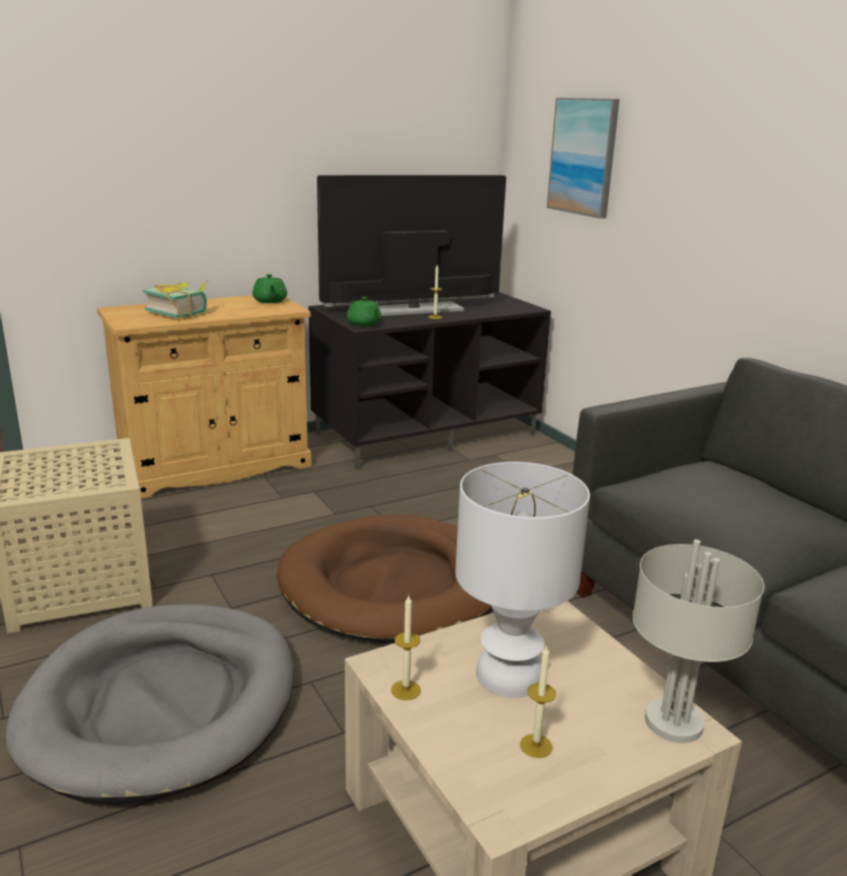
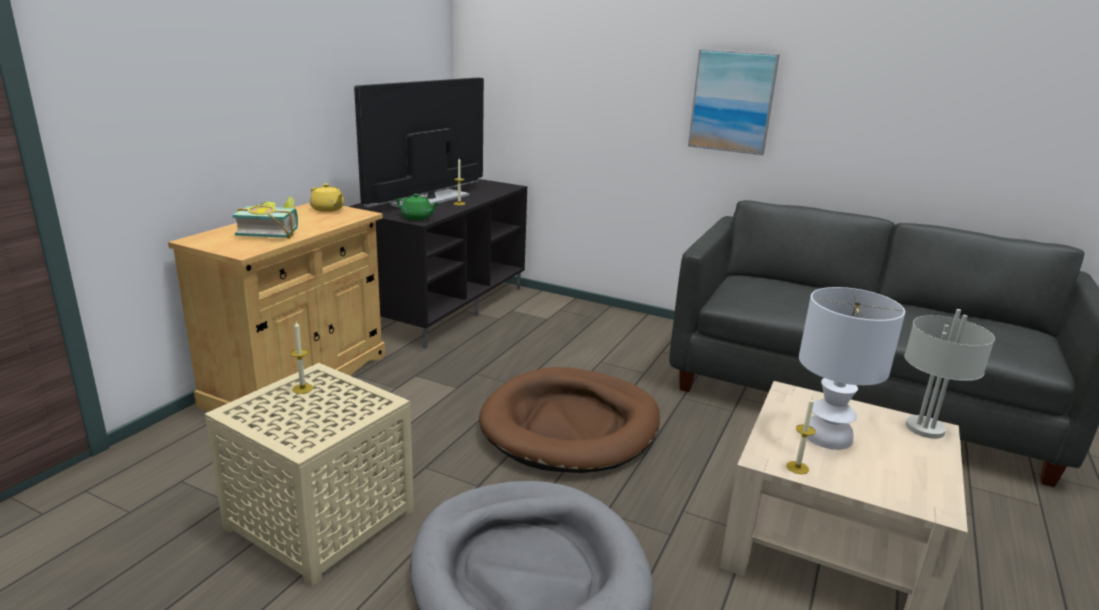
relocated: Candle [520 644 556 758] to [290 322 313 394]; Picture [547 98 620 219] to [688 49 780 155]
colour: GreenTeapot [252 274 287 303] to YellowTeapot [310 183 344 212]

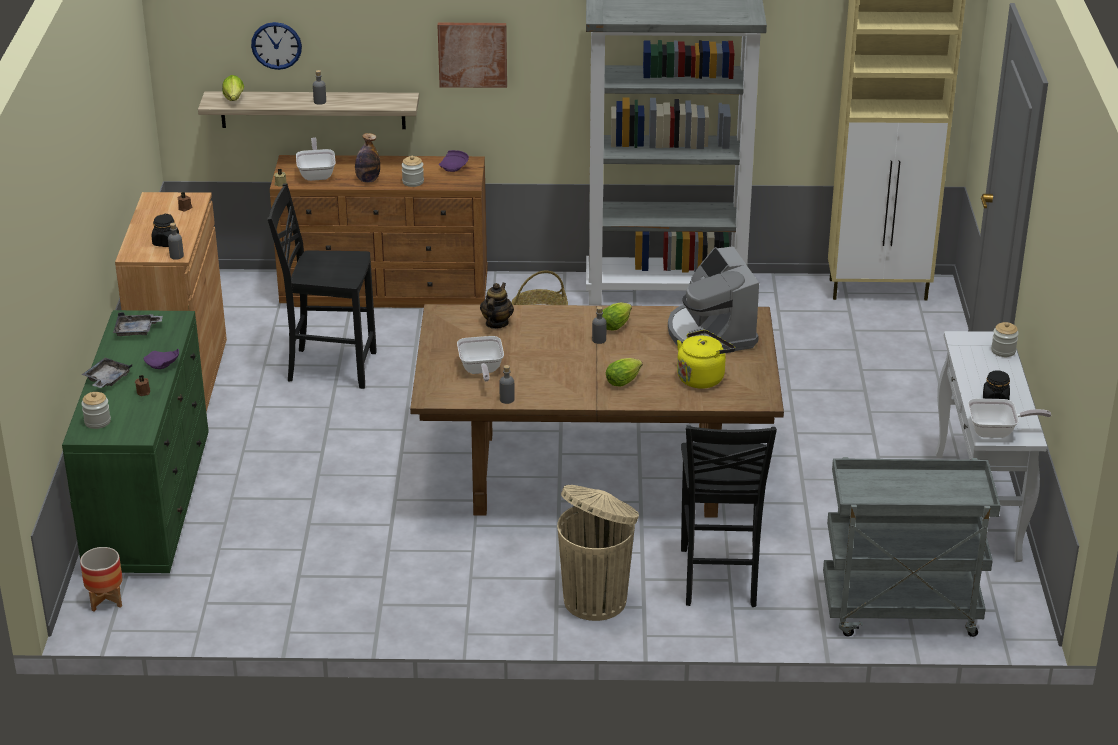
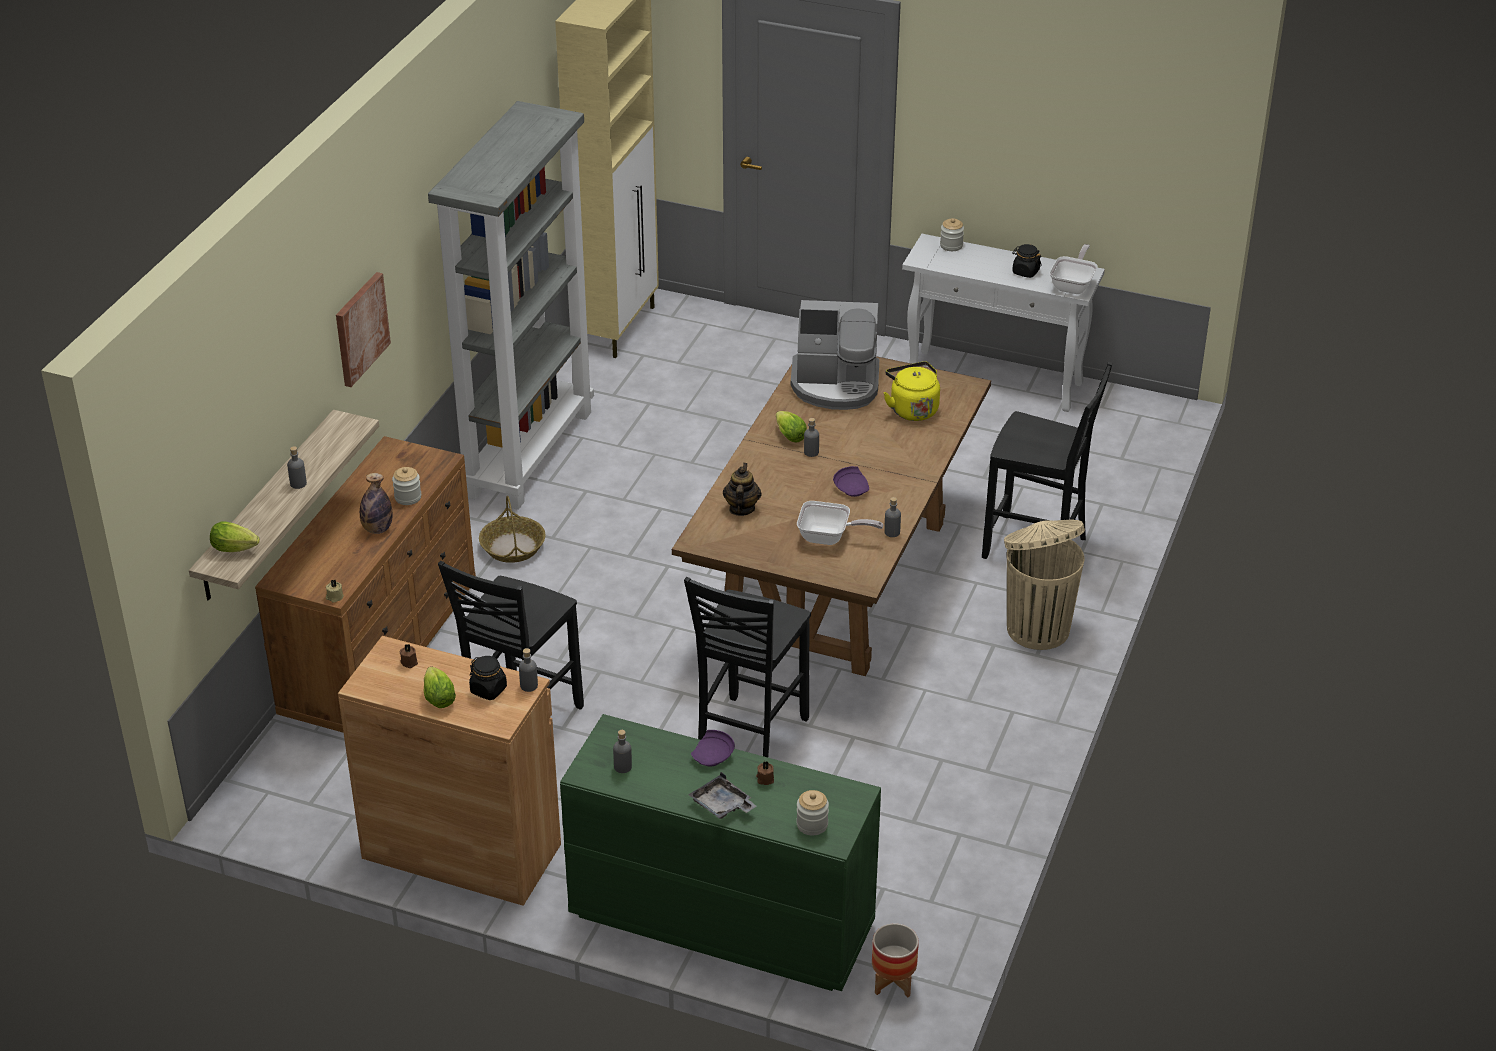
missing: WallClock [251 22 302 70]; FryingPan [296 138 336 181]; GreyCart [823 457 1001 637]
appeared: BlackChair [684 577 811 757]
relocated: Lettuce [606 358 642 386] to [424 667 456 708]; PurplePlate [439 150 469 172] to [833 466 869 497]
exchanged: GreyTray [113 312 163 336] to GreyBottle [613 730 632 773]
spun: Teapot [480 283 514 329] = [723 463 762 516] 60 degrees clockwise

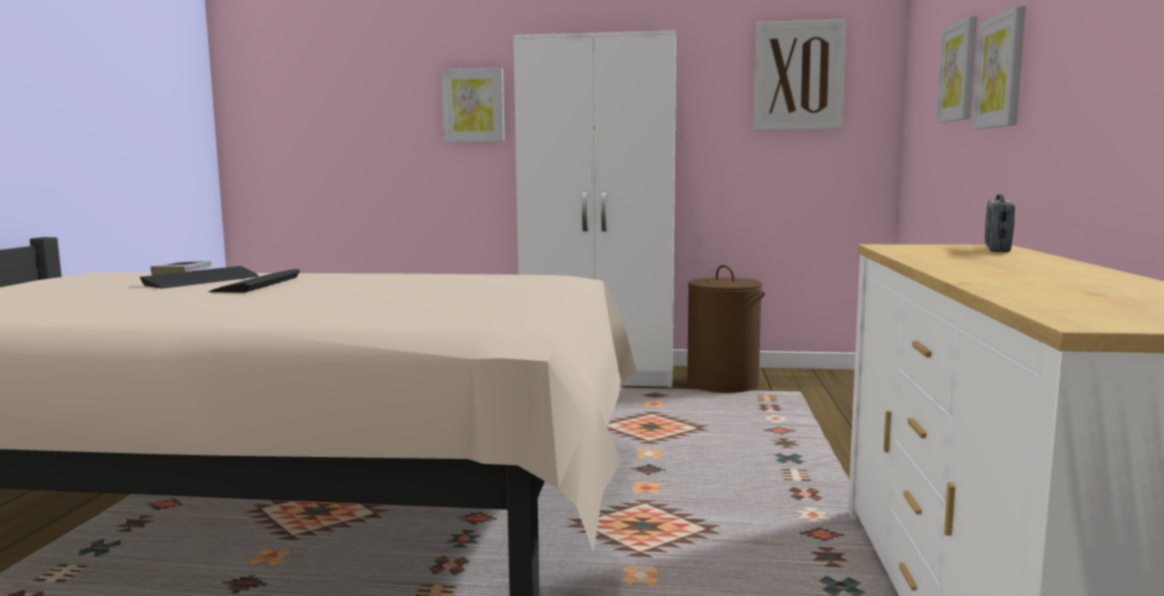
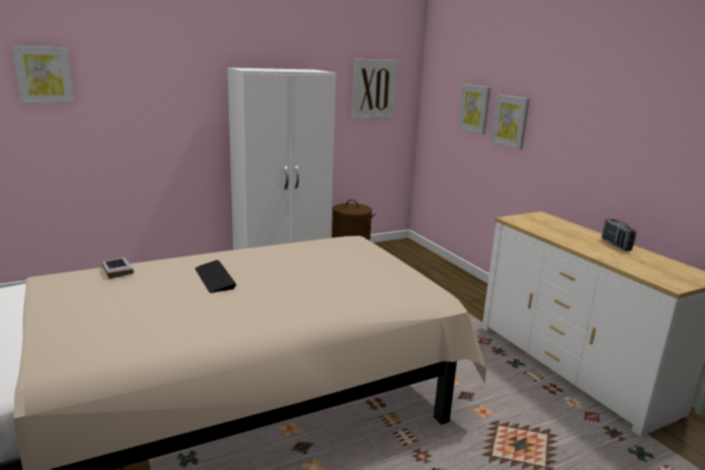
missing: Keyboard [140 266 259 289]
relocated: Picture [441 68 505 142] to [12 46 74 103]; Radio [985 194 1015 252] to [602 219 636 251]

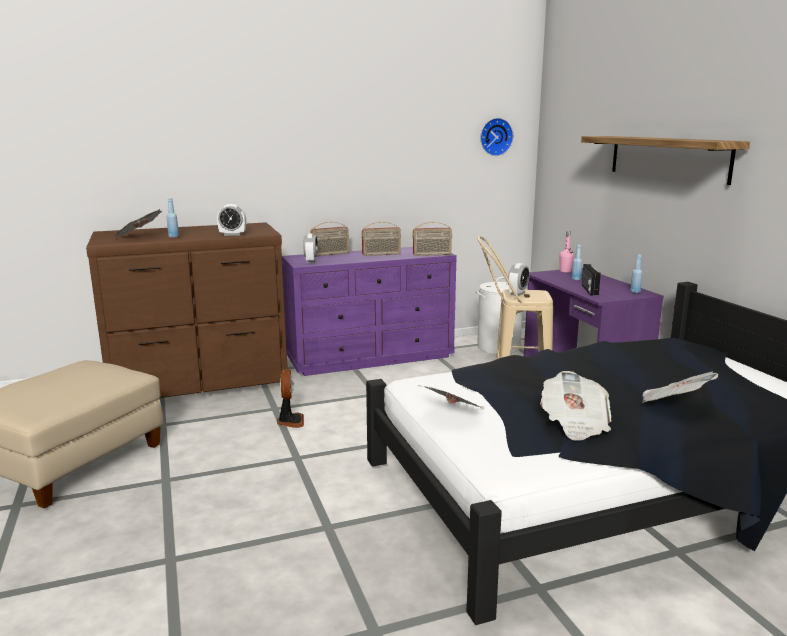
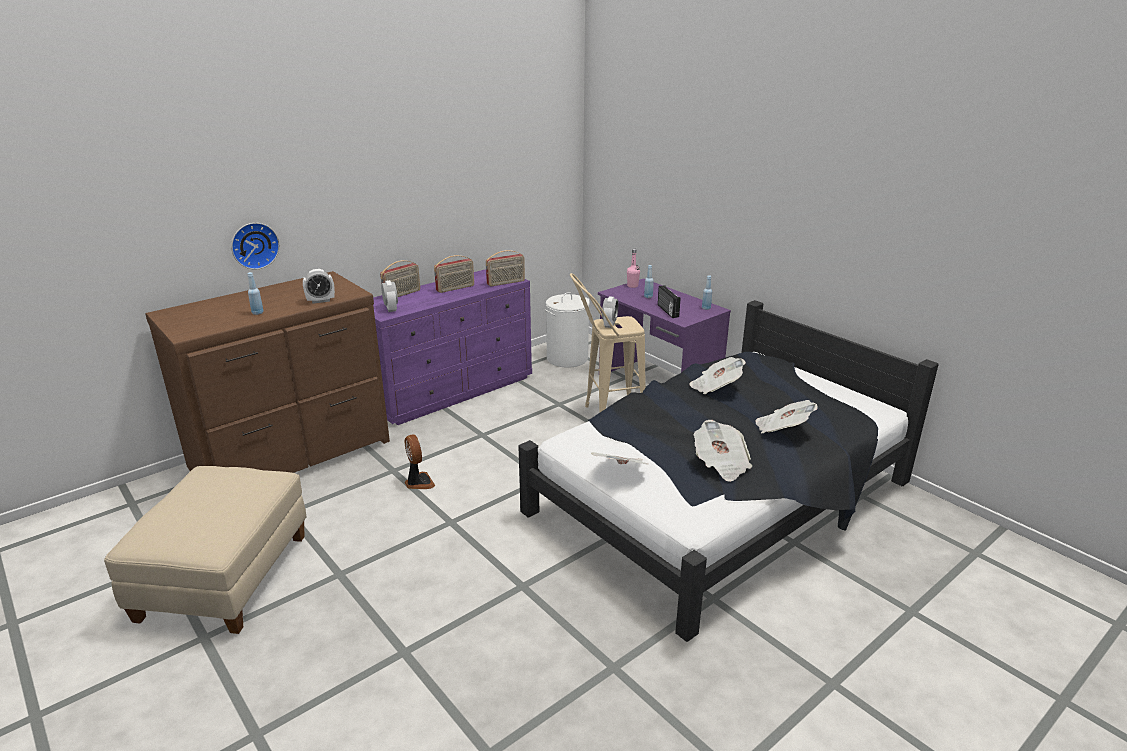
missing: Shelf [581 136 750 185]
relocated: WallClock [480 118 513 156] to [231 223 280 269]; Newspaper [114 209 162 237] to [689 357 746 394]

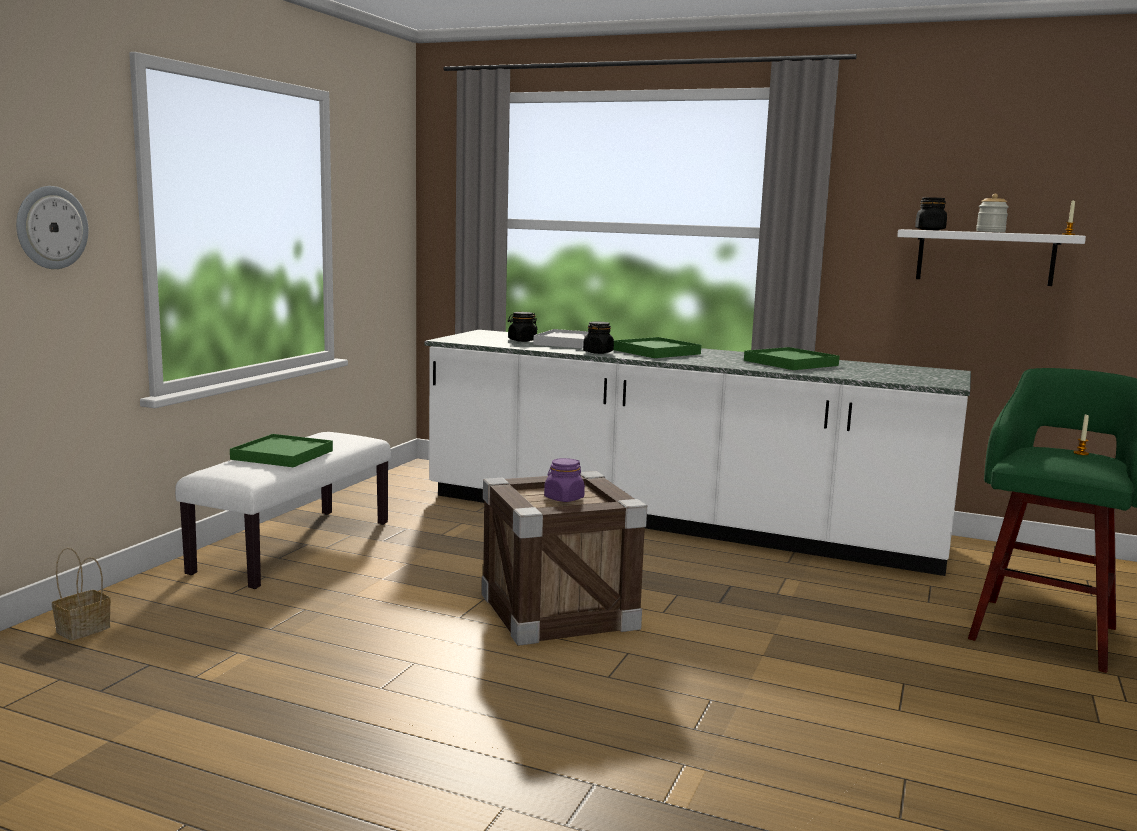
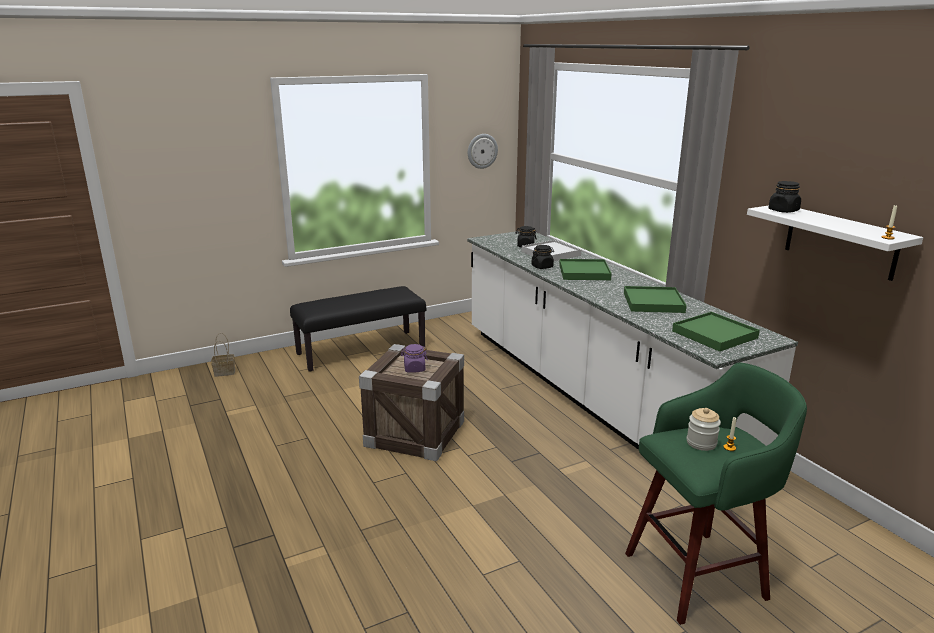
relocated: WallClock [16 186 89 269] to [468 134 498 169]; GreenTray [230 434 333 467] to [672 312 760 352]; Jar [976 194 1009 232] to [687 408 721 451]
colour: WhiteBench [175 432 391 589] to BlackBench [290 286 426 372]

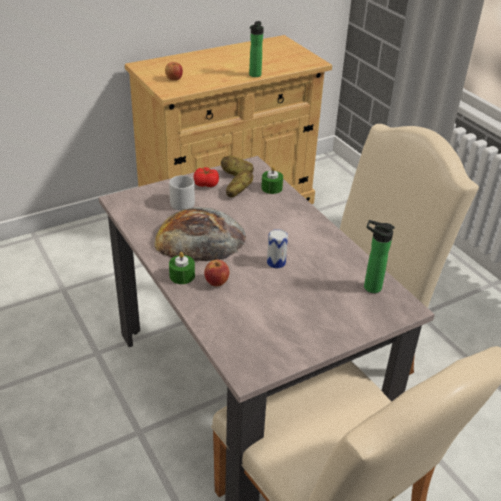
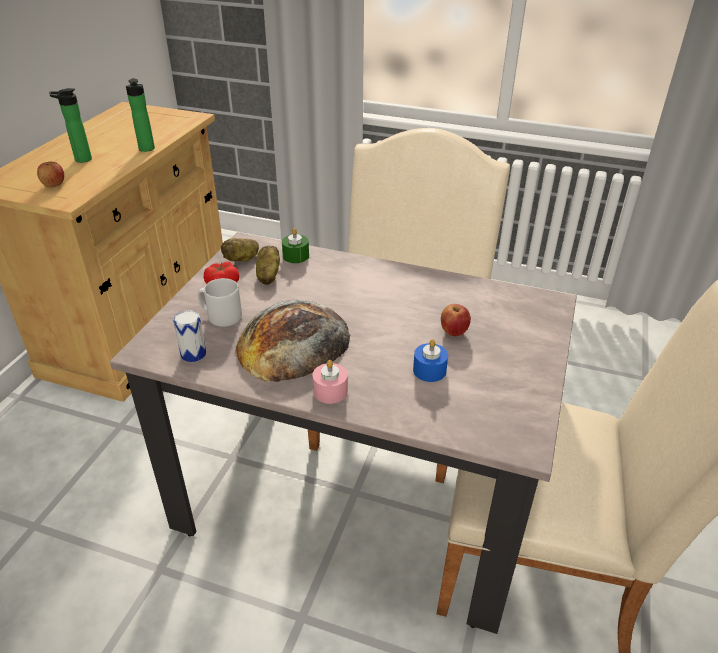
appeared: BlueCandle [413 339 448 382]
relocated: Bottle [364 220 395 293] to [49 88 92 163]; Can [267 229 288 268] to [173 310 206 362]; Apple [204 259 229 287] to [441 304 471 337]
colour: GreenCandle [169 252 195 284] to PinkCandle [313 360 348 404]

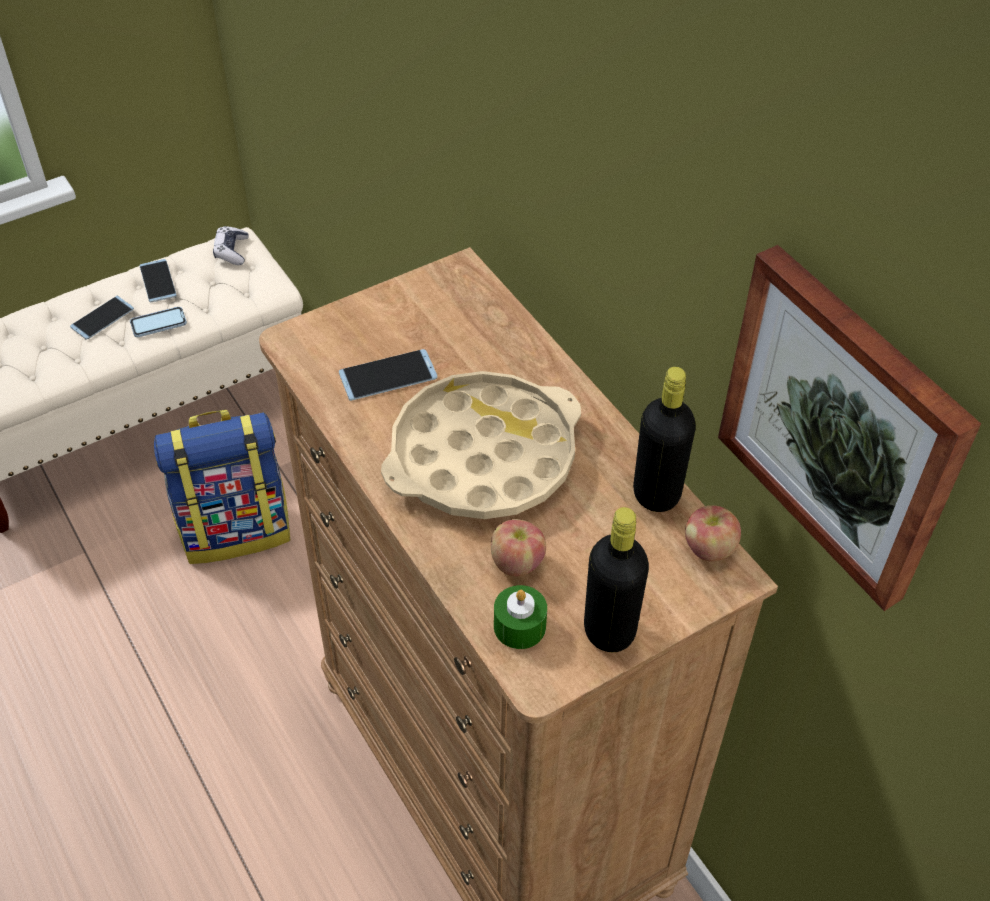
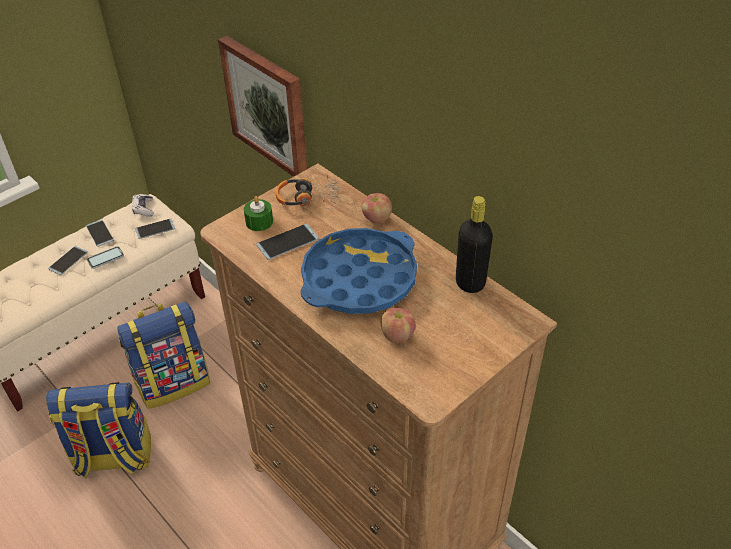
missing: BlackBottle [584 507 649 652]
appeared: Backpack [46 382 151 478]; Phone [135 219 175 239]; Headphones [276 175 340 209]
relocated: Picture [718 245 981 611] to [218 36 307 177]; GreenCandle [494 585 547 649] to [244 196 273 231]; Apple [685 506 741 561] to [362 193 392 223]
colour: BeigeTray [381 371 581 519] to BlueTray [301 228 417 314]

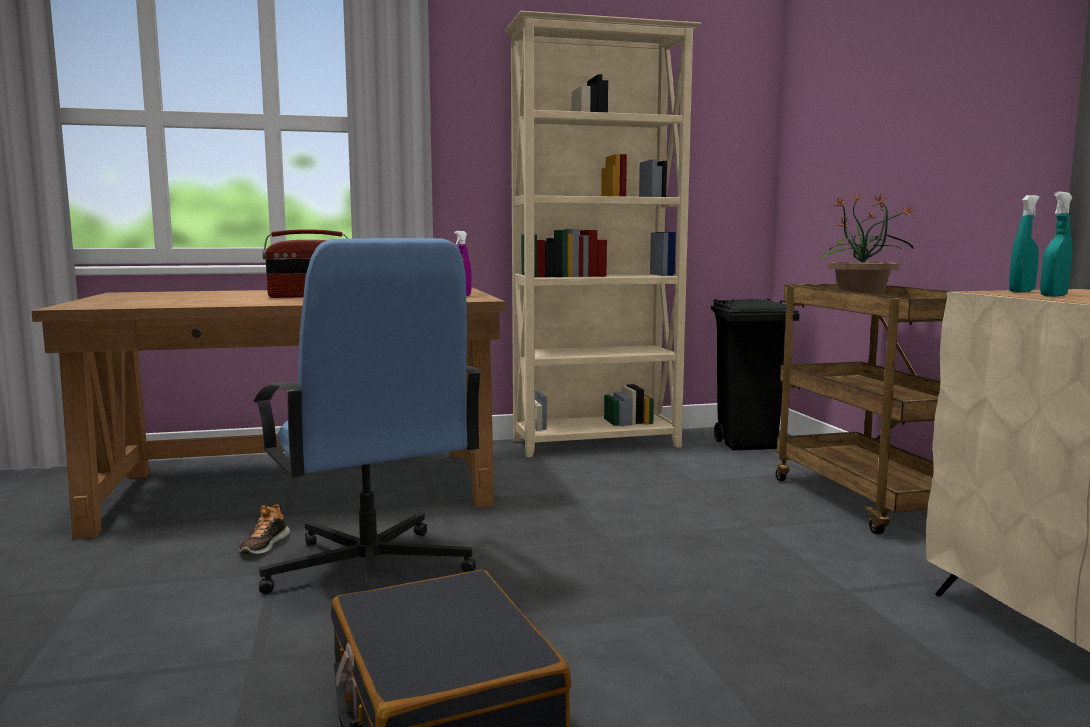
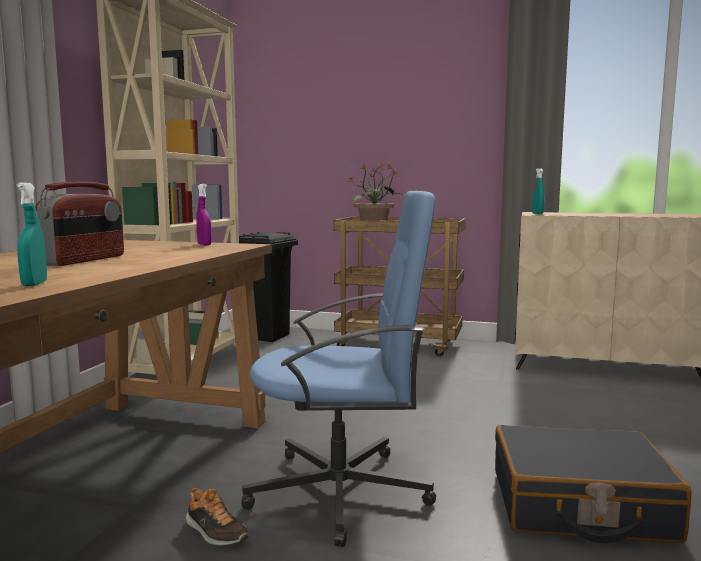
relocated: TurquoiseSprayBottle [1040 191 1073 297] to [17 182 47 286]

